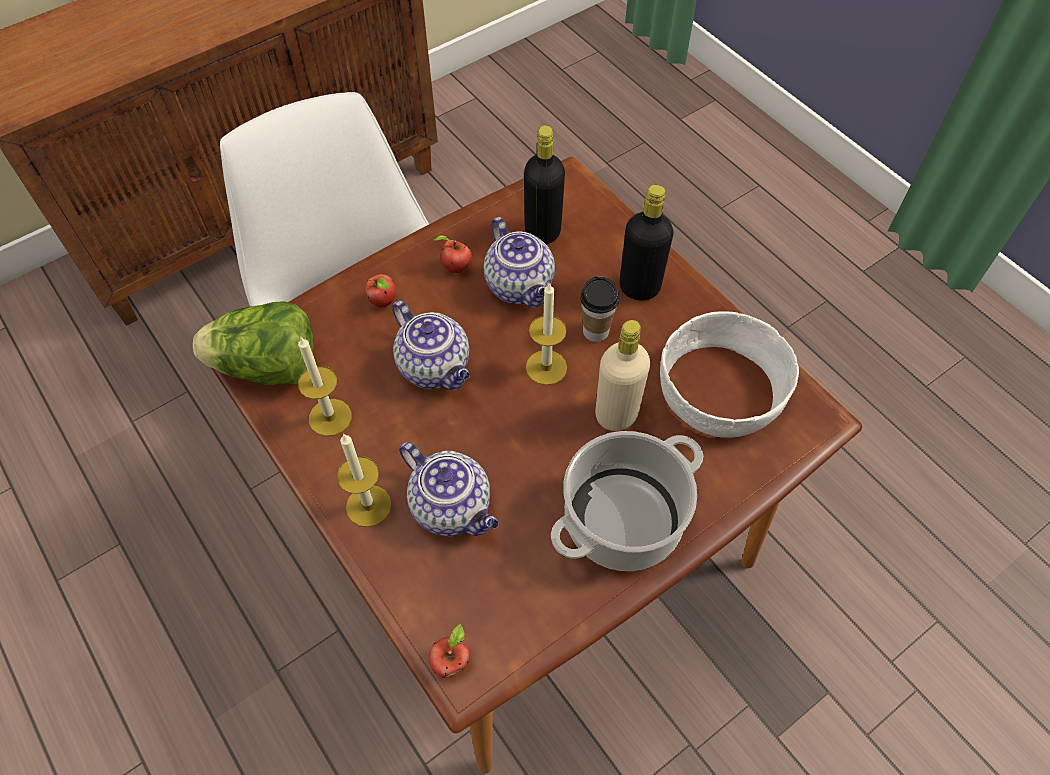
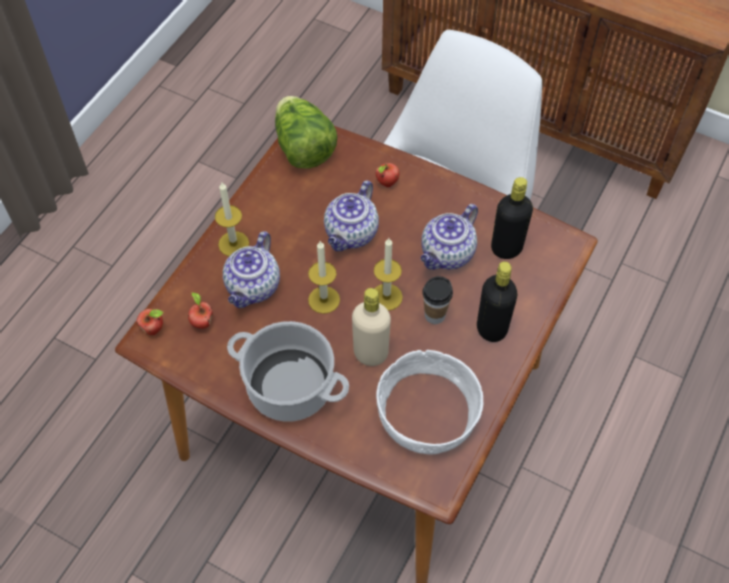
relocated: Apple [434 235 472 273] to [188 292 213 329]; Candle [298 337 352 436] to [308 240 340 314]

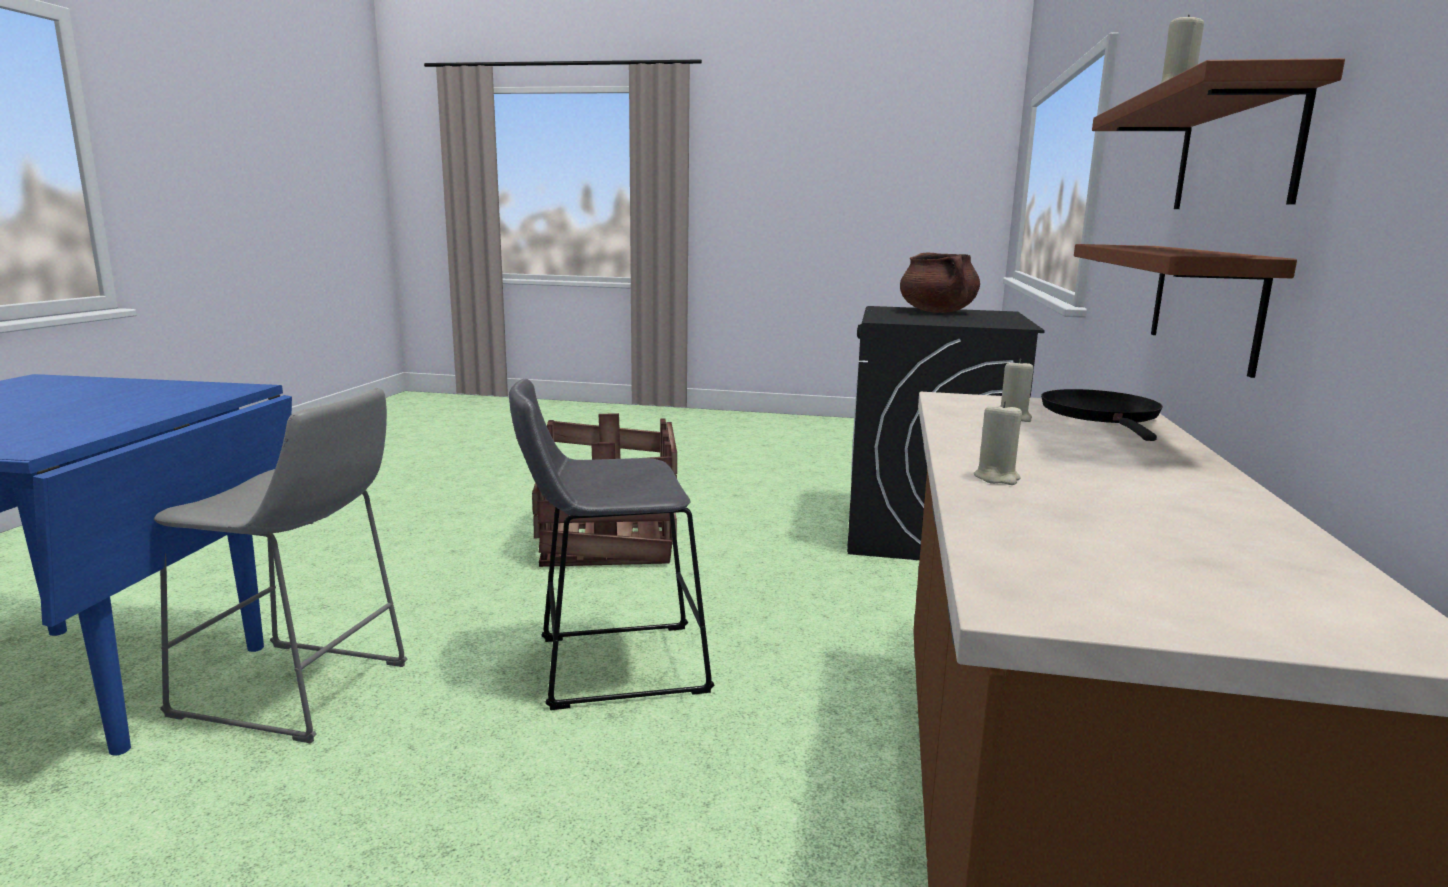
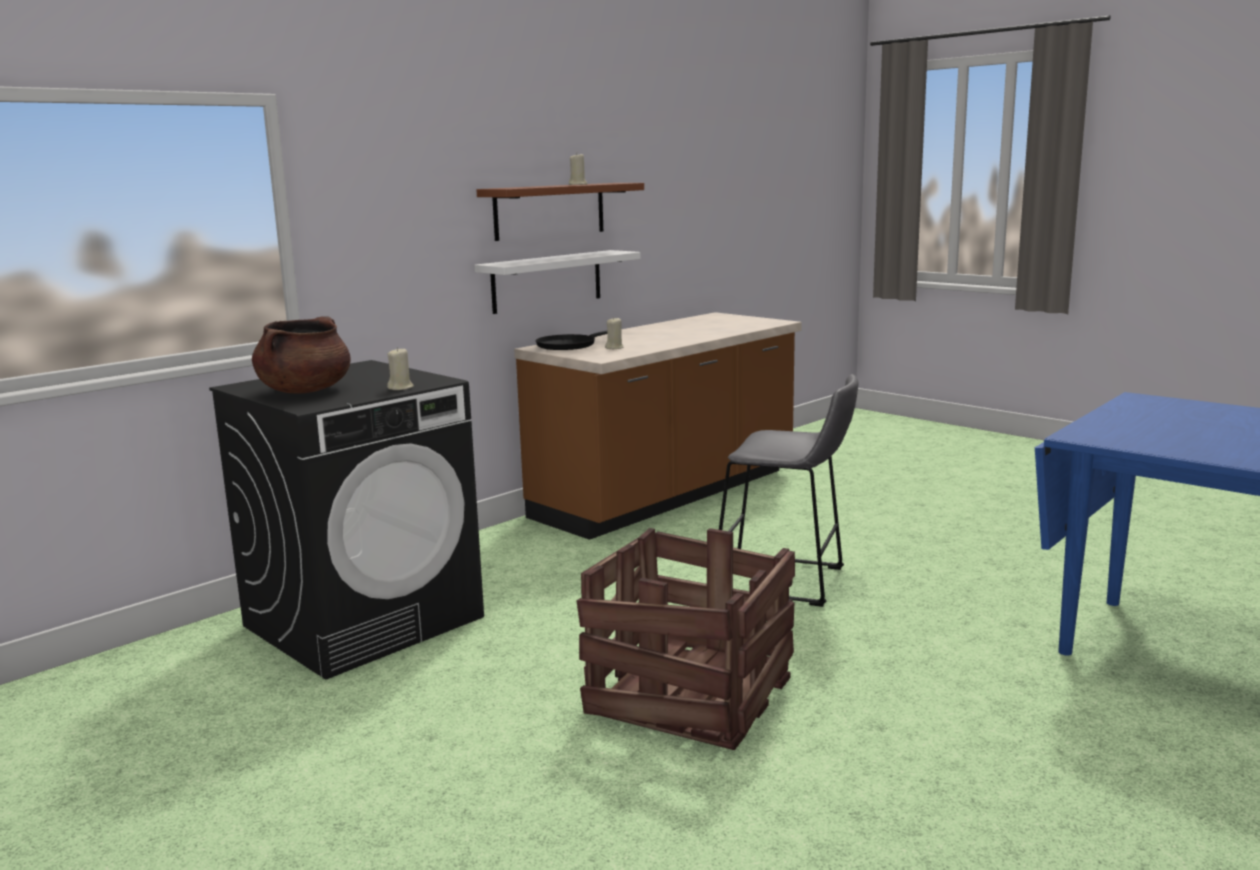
missing: GreyStool [154 388 408 743]
relocated: BeigeCandle [974 401 1022 485] to [387 347 414 390]
colour: BrownShelf [1074 244 1297 378] to WhiteShelf [475 250 641 314]

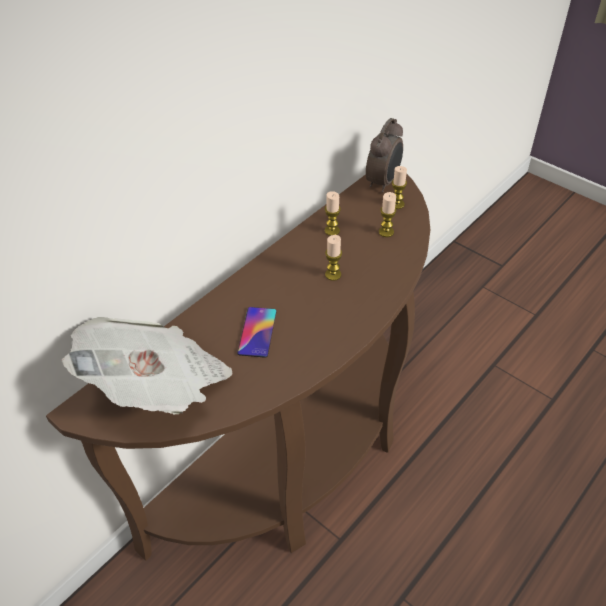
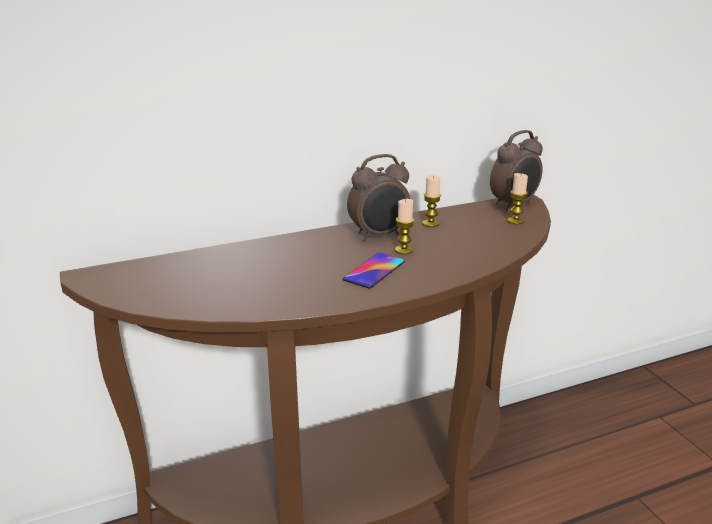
missing: Newspaper [61 317 232 415]; Candle [379 192 396 237]
appeared: AlarmClock [347 154 410 241]
relocated: Phone [237 307 277 358] to [343 253 405 288]

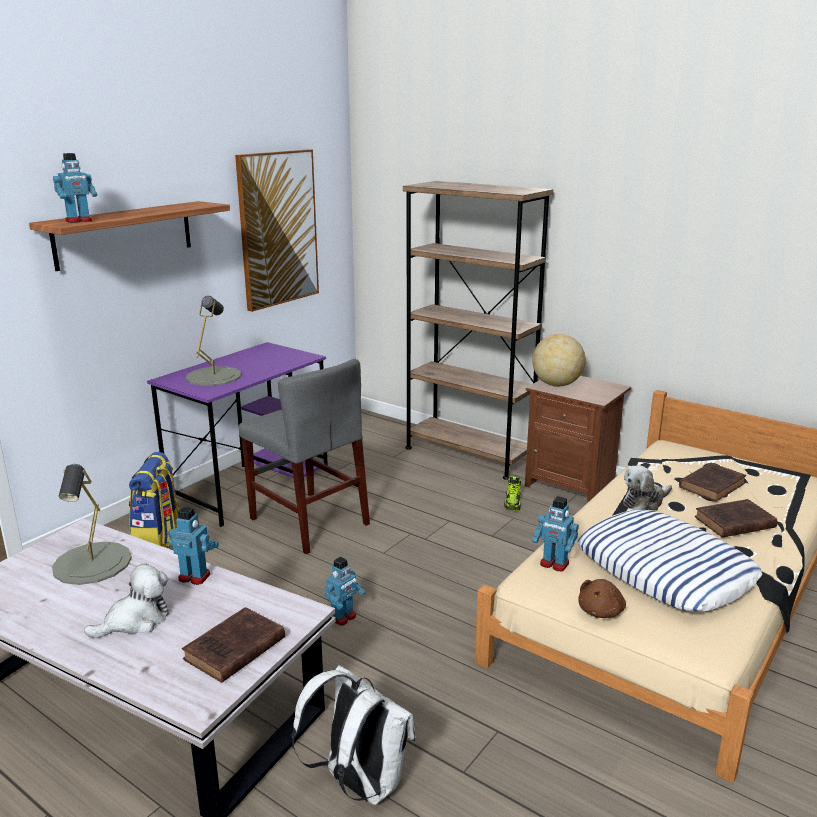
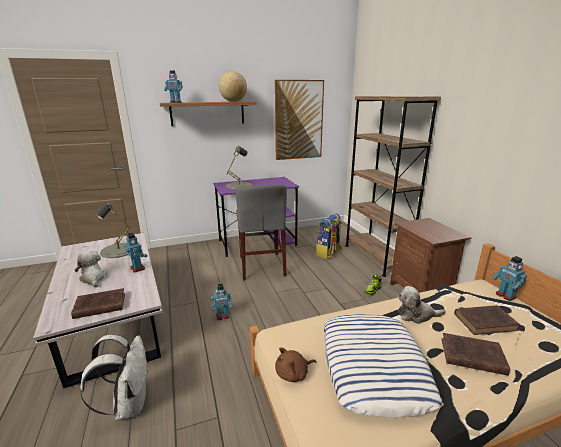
relocated: Globe [532 334 586 387] to [219 71 247 102]; Backpack [129 452 179 548] to [316 213 342 259]; ToyRobot [532 496 579 571] to [492 256 527 301]
spun: PlushToy [84 564 169 638] = [75 251 107 288] 120 degrees counterclockwise

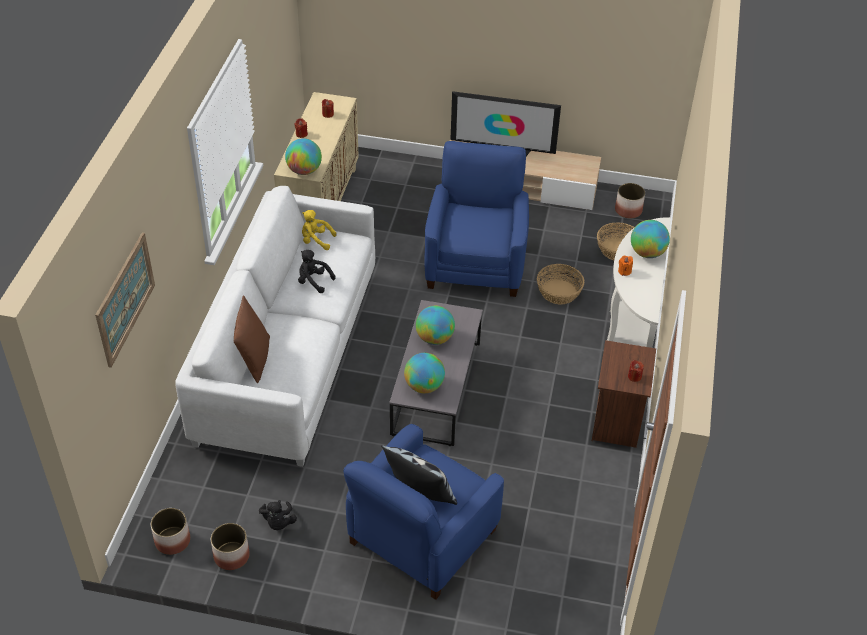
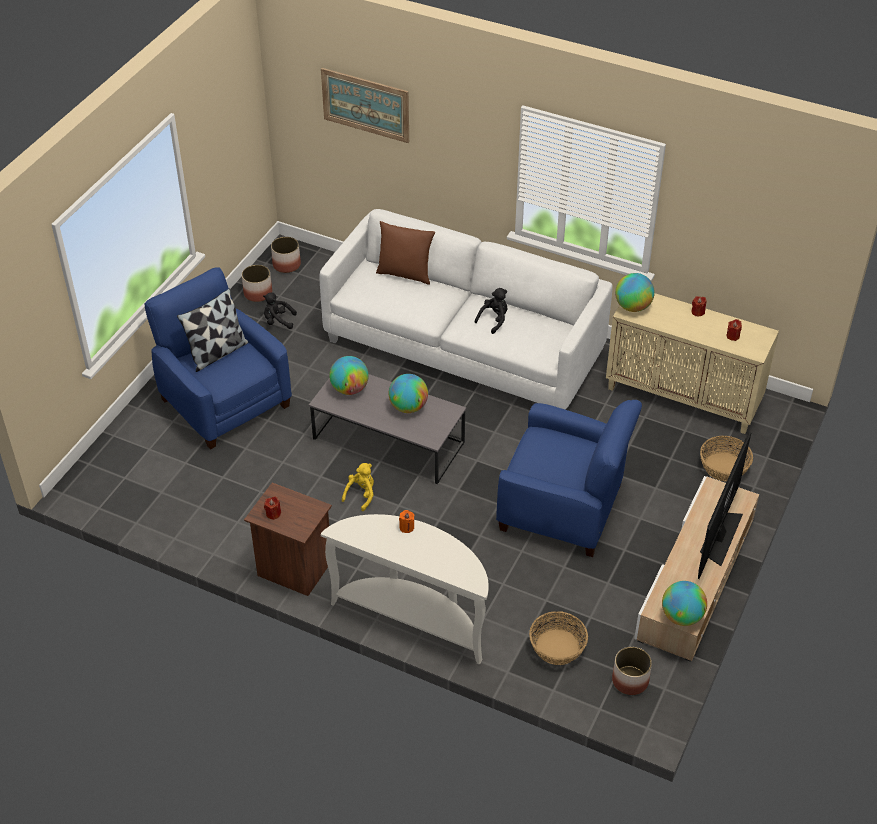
relocated: YellowPlushToy [302 210 337 250] to [342 463 374 511]; Globe [631 220 670 258] to [662 581 707 626]; Basket [537 264 585 304] to [700 436 753 481]

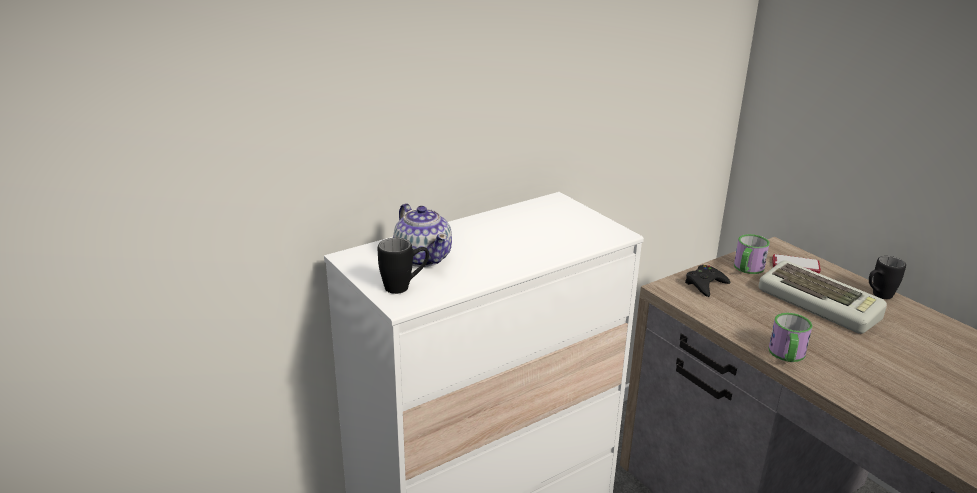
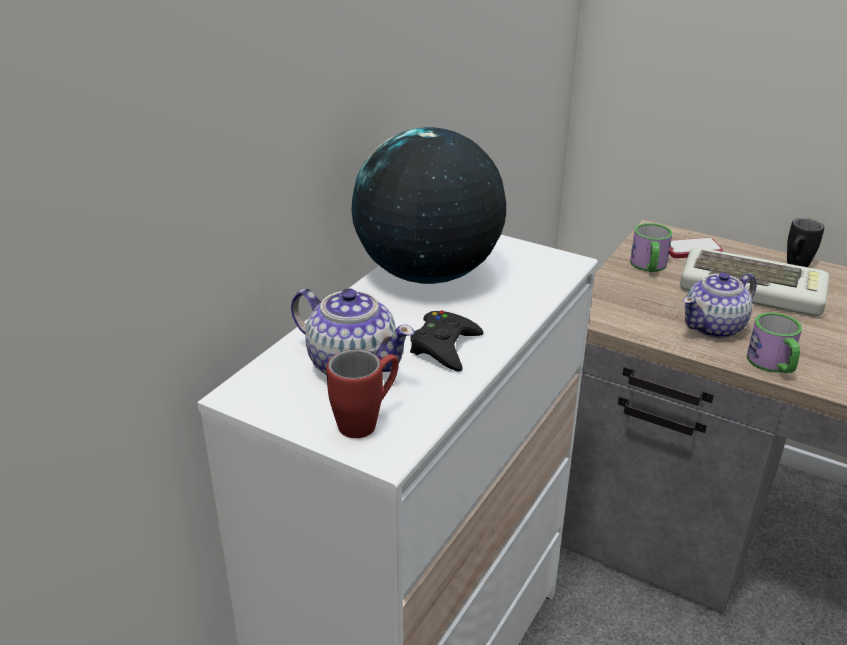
appeared: Globe [352 127 506 284]; Teapot [683 272 756 339]
relocated: BlackGameController [685 265 730 297] to [410 310 484 372]
colour: BlackMug [378 238 429 294] to RedMug [327 349 399 438]

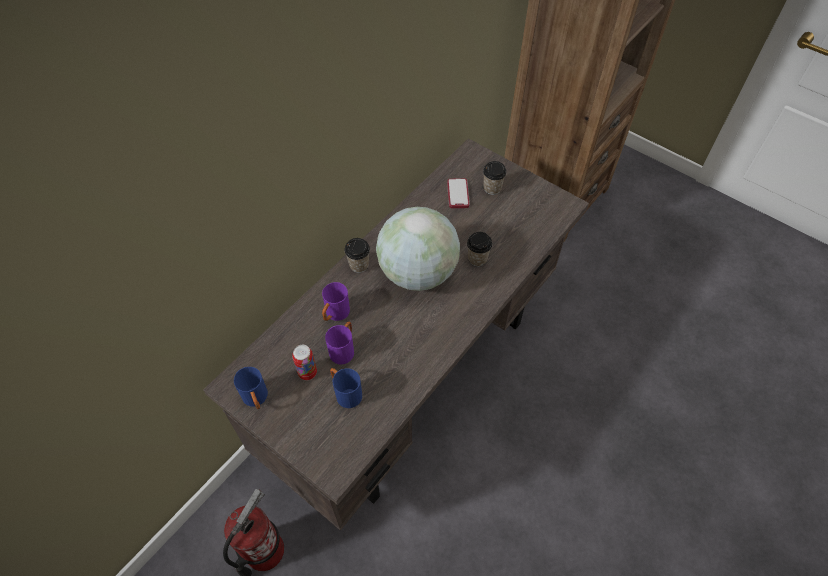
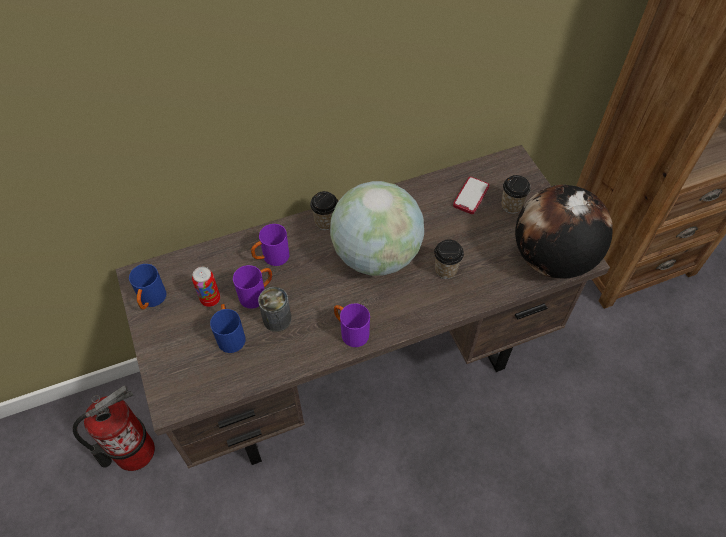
appeared: Can [258 287 292 332]; PurpleMug [334 303 370 347]; Globe [515 184 613 279]

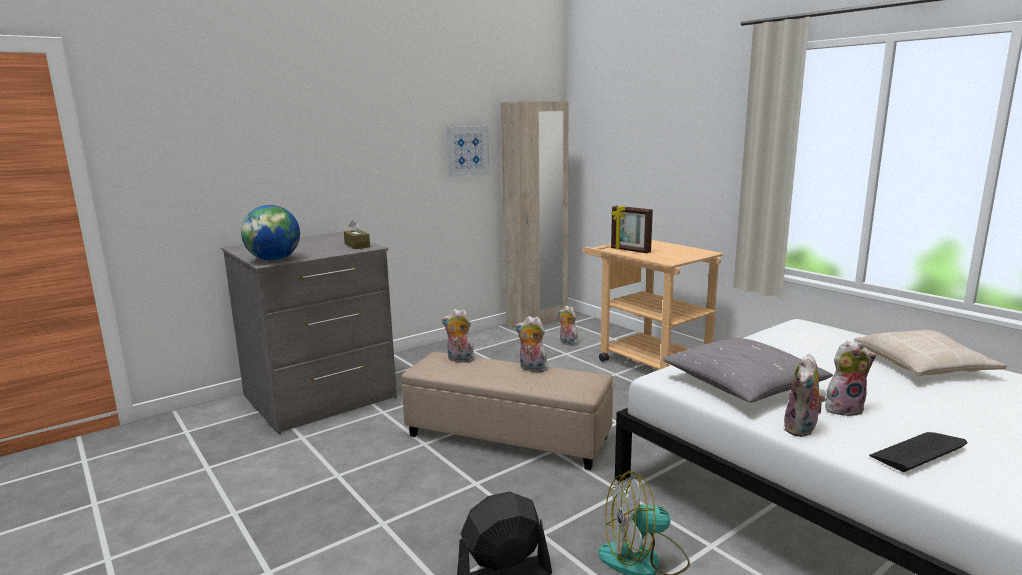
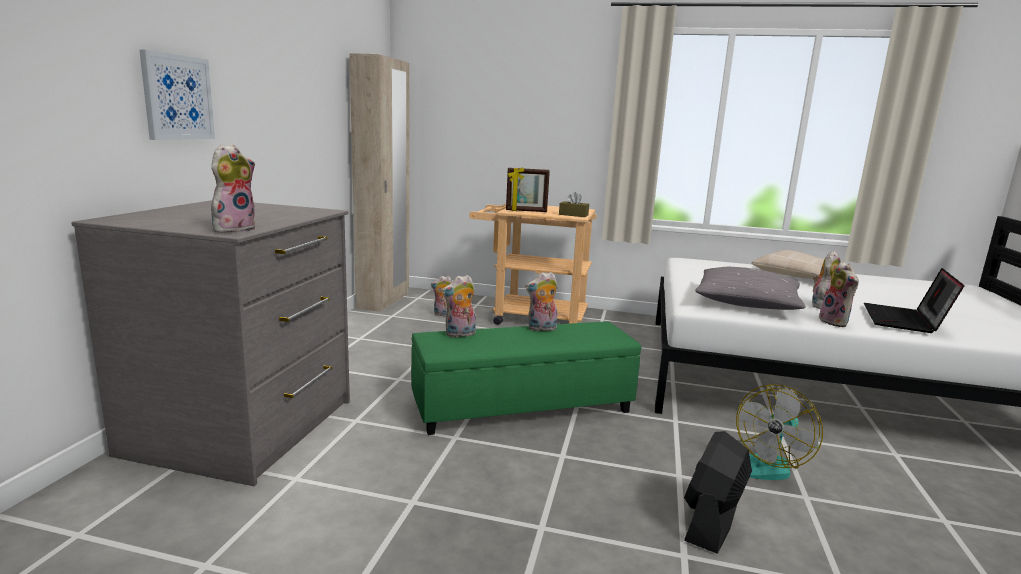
relocated: Picture [446 126 489 177] to [139 49 215 140]; BrownTissueBox [344 220 370 249] to [559 192 589 217]
exchanged: Globe [241 205 300 261] to PlushToy [211 144 255 233]; Keyboard [869 432 968 472] to Laptop [864 268 965 333]
colour: BeigeOttoman [401 352 613 470] to GreenOttoman [411 321 641 435]

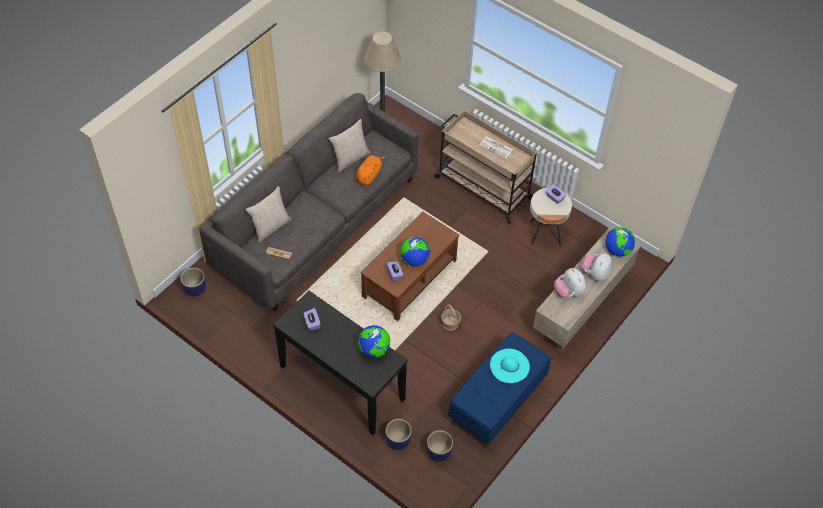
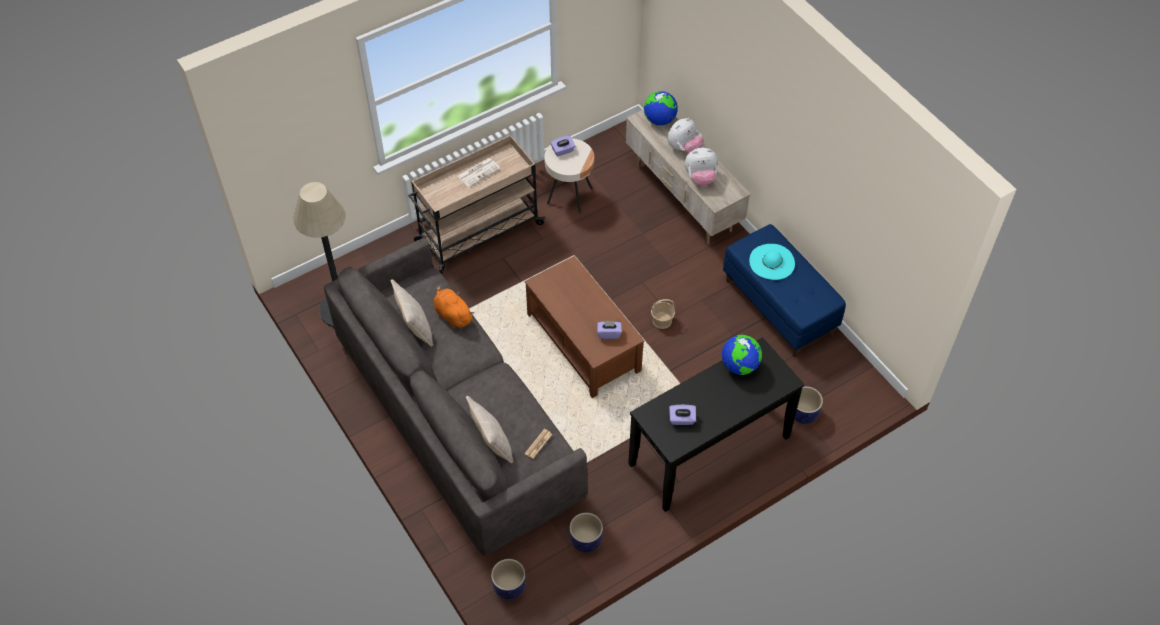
missing: Globe [400 237 430 266]
relocated: Planter [426 430 453 462] to [569 513 603 553]
spun: PlushToy [581 253 612 281] = [667 118 704 154] 90 degrees counterclockwise

